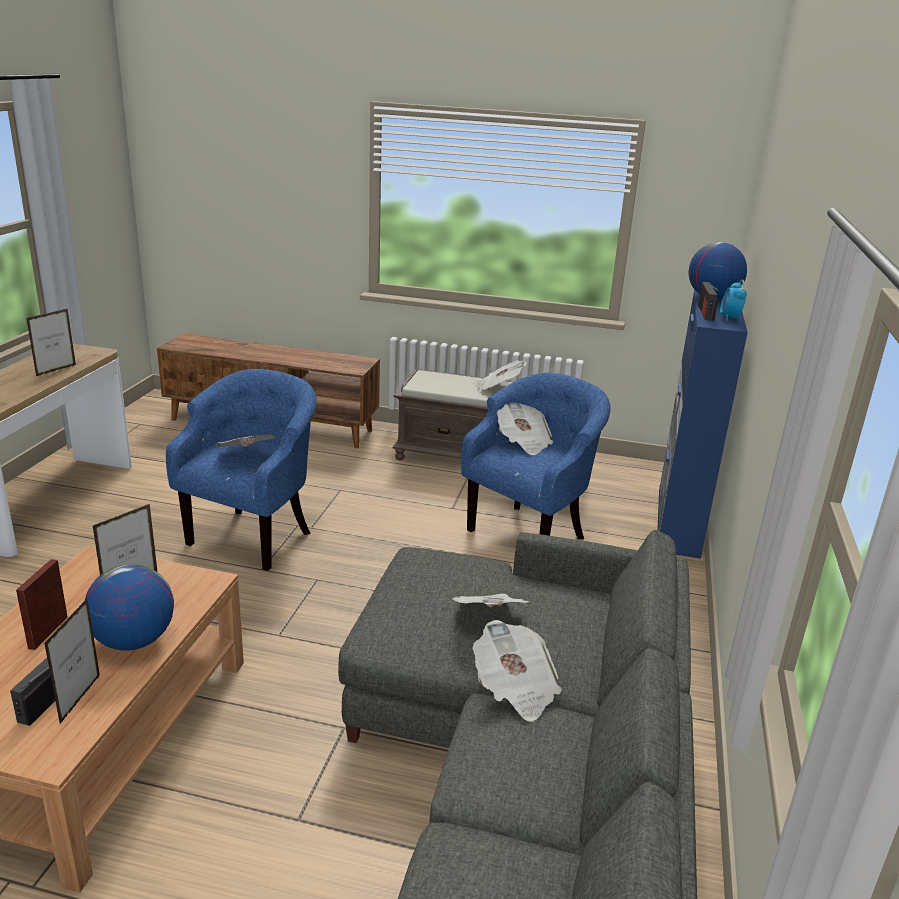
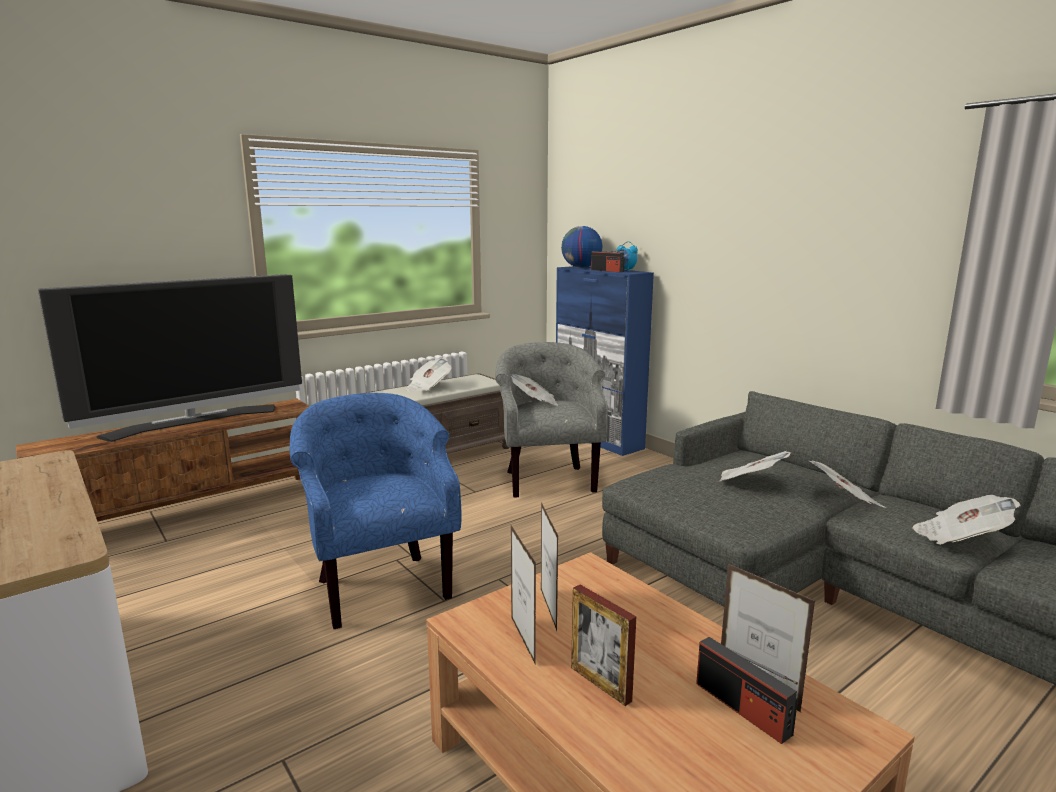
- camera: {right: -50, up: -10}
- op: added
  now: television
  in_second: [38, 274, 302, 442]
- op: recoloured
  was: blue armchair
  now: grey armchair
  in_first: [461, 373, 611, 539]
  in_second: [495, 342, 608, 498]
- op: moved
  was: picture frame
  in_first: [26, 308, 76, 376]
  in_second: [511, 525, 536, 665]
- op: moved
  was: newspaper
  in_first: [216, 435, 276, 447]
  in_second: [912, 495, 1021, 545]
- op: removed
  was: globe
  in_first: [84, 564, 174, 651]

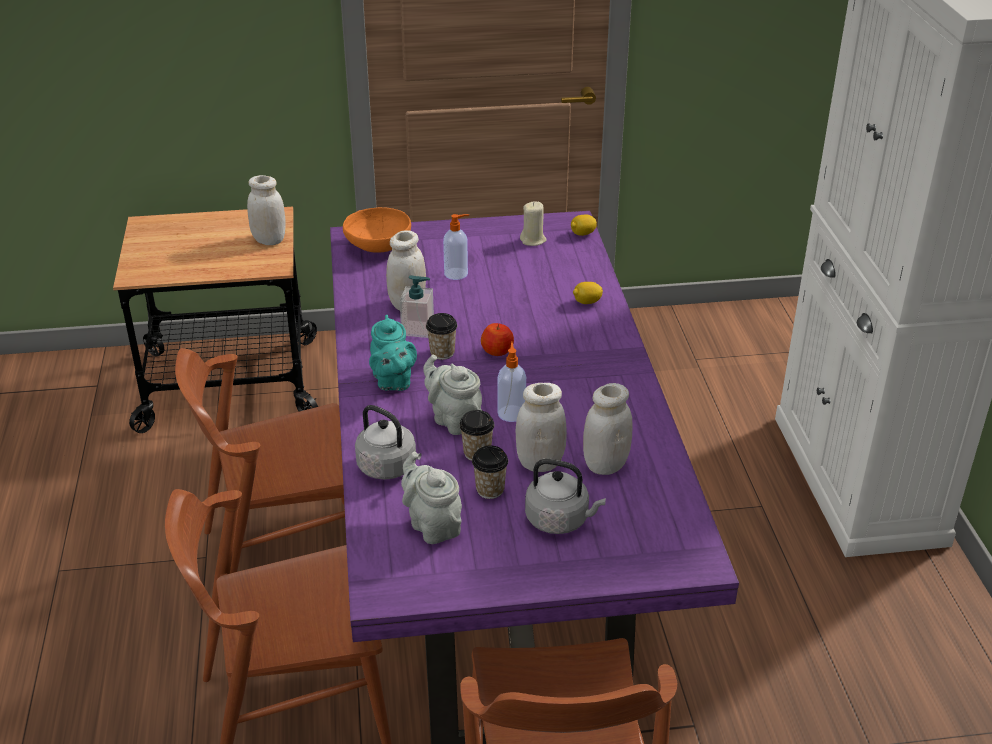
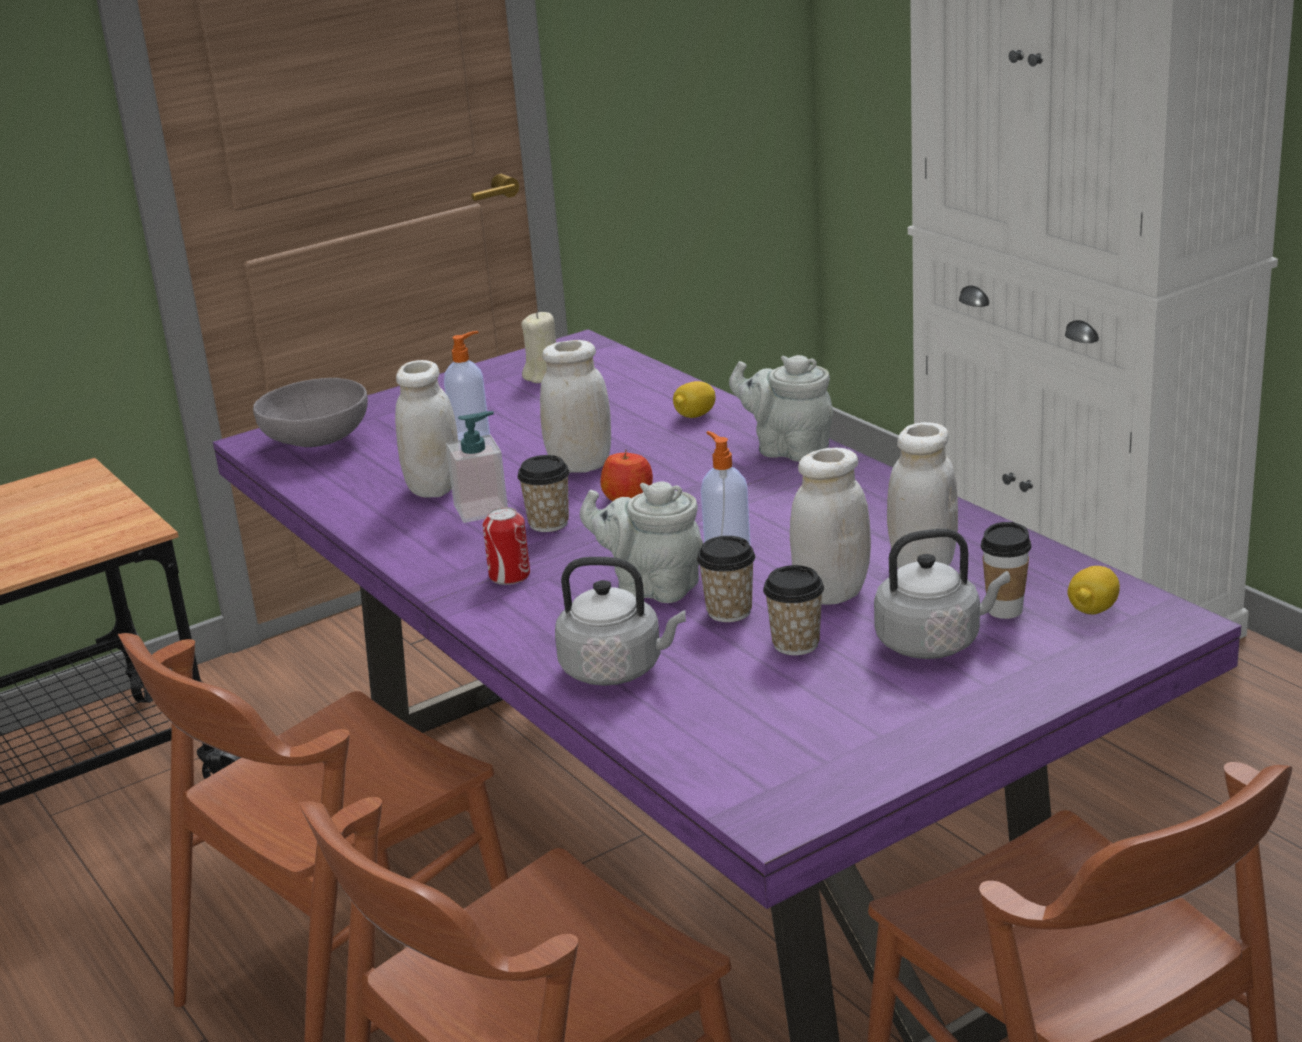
- camera: {right: -25, up: -10}
- op: recoloured
  was: orange bowl
  now: grey bowl
  in_first: [343, 207, 411, 253]
  in_second: [253, 378, 368, 447]
- op: replaced
  was: turquoise teapot
  now: can
  in_first: [369, 315, 417, 391]
  in_second: [483, 507, 530, 585]
- op: moved
  was: white jar
  in_first: [247, 175, 286, 245]
  in_second: [540, 340, 611, 473]
- op: moved
  was: grey teapot
  in_first: [401, 452, 462, 544]
  in_second: [729, 355, 833, 462]
- op: added
  now: cup
  in_second: [981, 522, 1031, 619]
- op: moved
  was: lemon
  in_first: [571, 214, 597, 236]
  in_second: [1067, 566, 1120, 614]

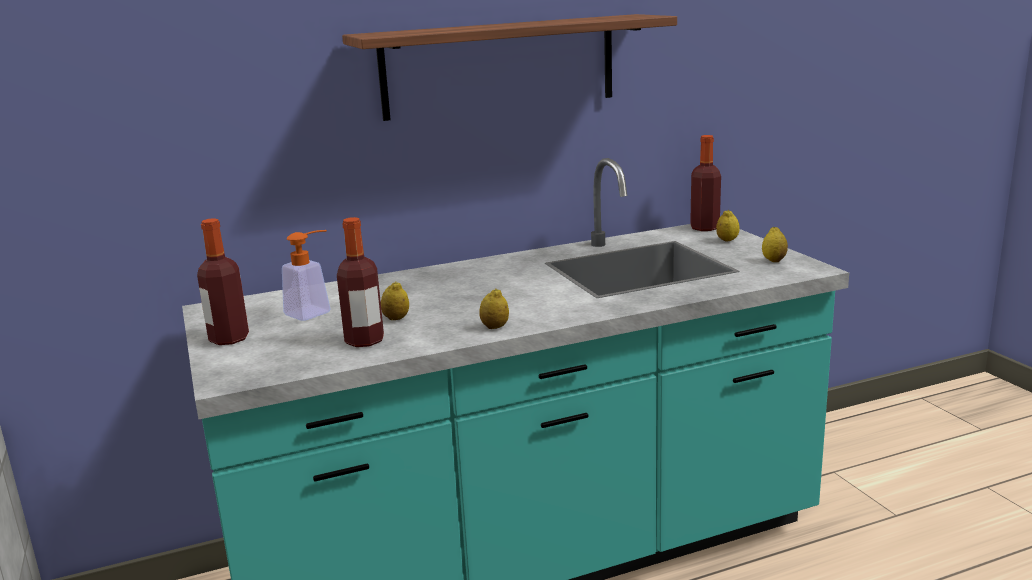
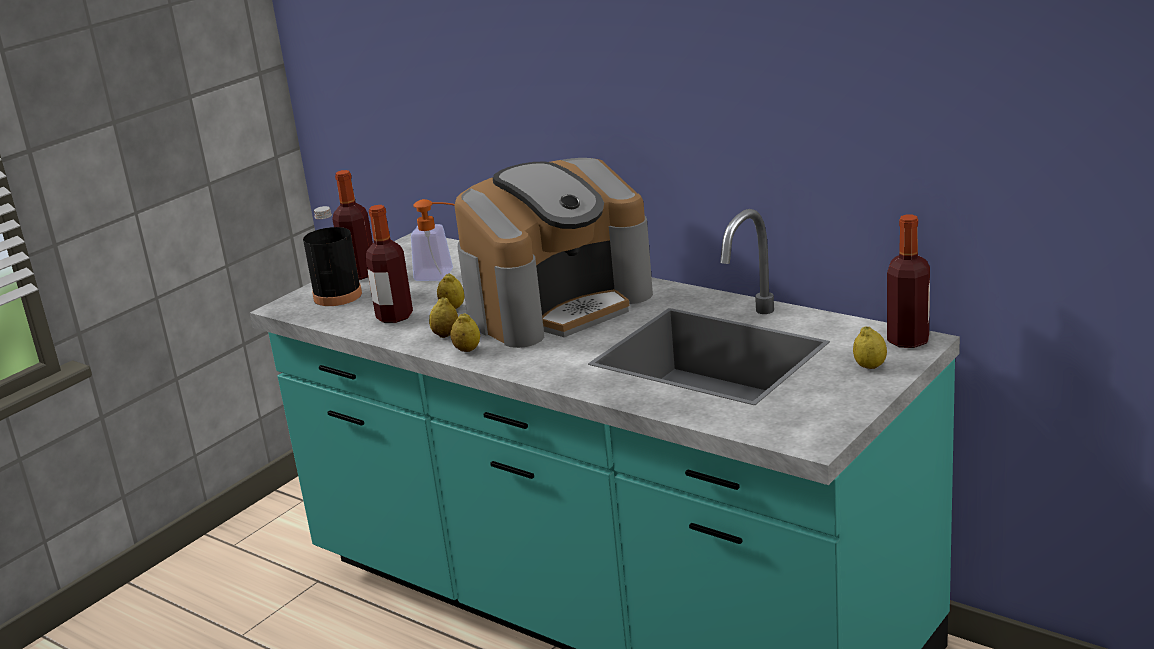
- camera: {right: 60, up: 5}
- op: added
  now: black bottle
  in_second: [303, 206, 362, 306]
- op: moved
  was: lemon
  in_first: [762, 227, 788, 262]
  in_second: [429, 297, 458, 338]
- op: added
  now: coffee machine
  in_second: [454, 158, 653, 348]
- op: removed
  was: shelf
  in_first: [342, 14, 677, 121]

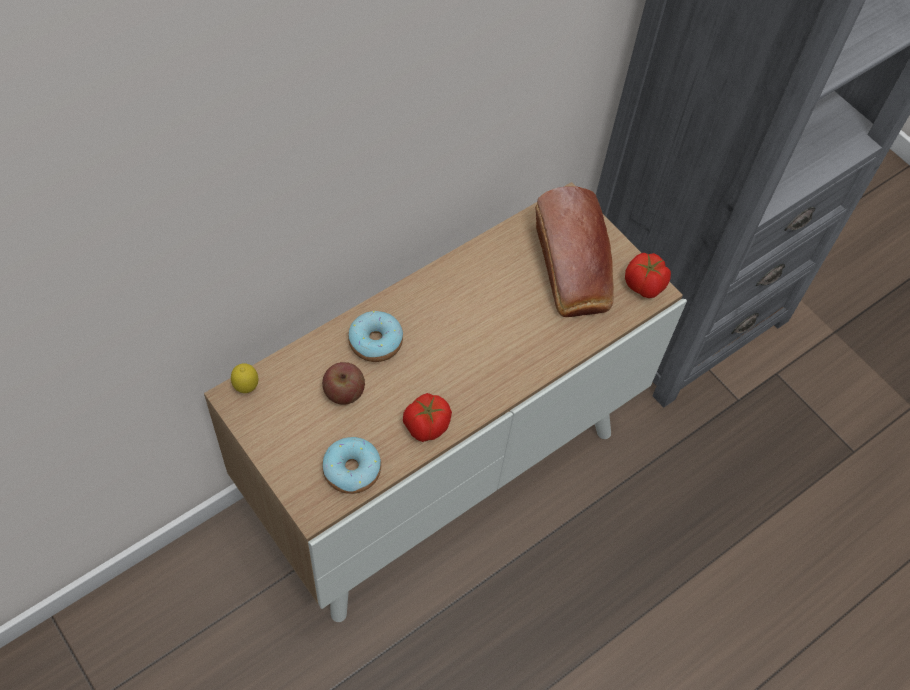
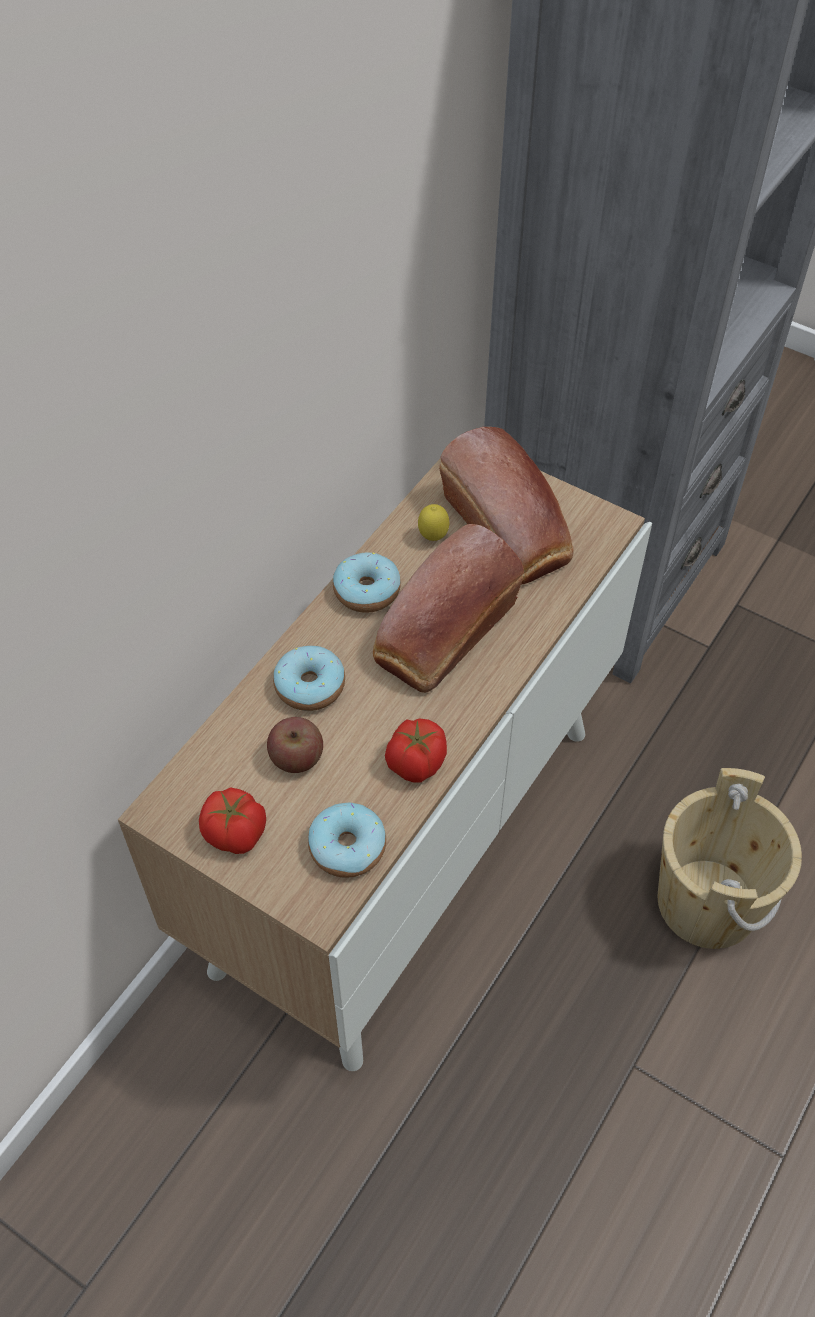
- camera: {right: -15, up: -5}
- op: moved
  was: tomato
  in_first: [625, 253, 671, 298]
  in_second: [199, 787, 266, 854]
- op: added
  now: donut
  in_second: [333, 553, 401, 613]
- op: added
  now: bread
  in_second: [373, 524, 524, 693]
- op: moved
  was: lemon
  in_first: [231, 363, 259, 393]
  in_second: [418, 504, 449, 541]
- op: added
  now: beige bucket
  in_second: [658, 768, 802, 949]

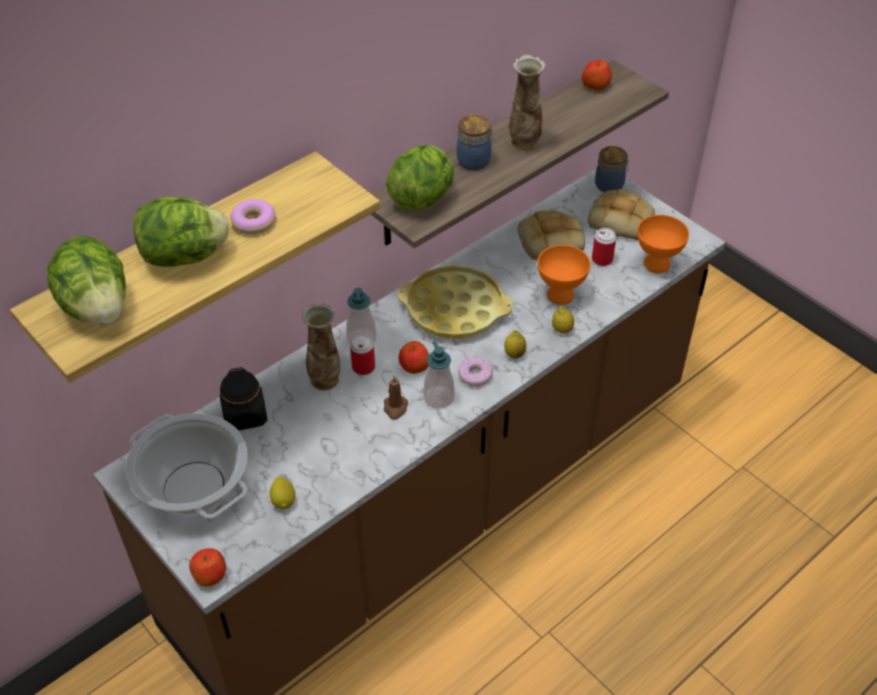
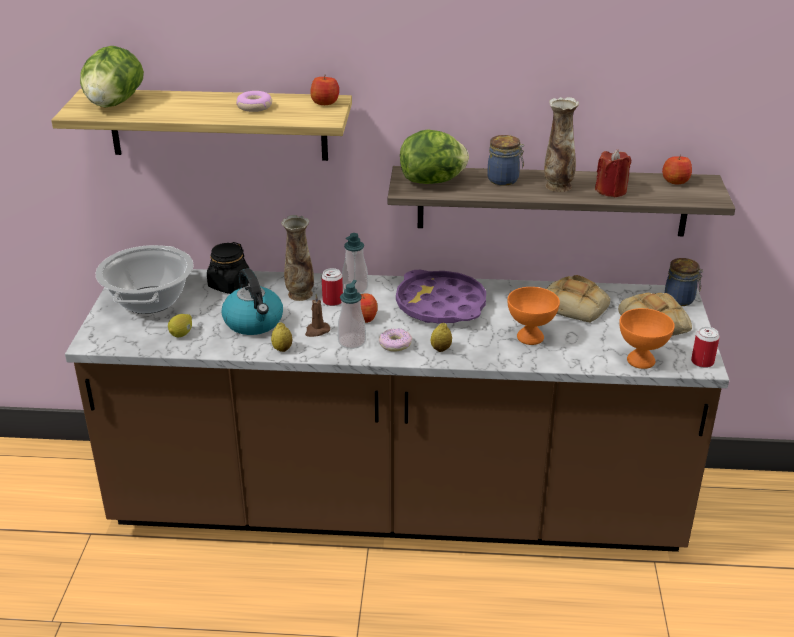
- camera: {right: 45, up: -15}
- op: added
  now: kettle
  in_second: [221, 268, 283, 335]
- op: moved
  was: lemon
  in_first: [552, 306, 574, 333]
  in_second: [271, 322, 292, 352]
- op: moved
  was: apple
  in_first: [189, 548, 226, 587]
  in_second: [310, 76, 339, 105]
- op: recoloured
  was: yellow tray
  now: purple tray
  in_first: [397, 265, 512, 339]
  in_second: [396, 270, 486, 323]
- op: added
  now: red candle
  in_second: [595, 149, 631, 197]
- op: moved
  was: can
  in_first: [592, 228, 616, 266]
  in_second: [691, 327, 720, 368]
- op: removed
  was: lettuce
  in_first: [133, 197, 229, 267]

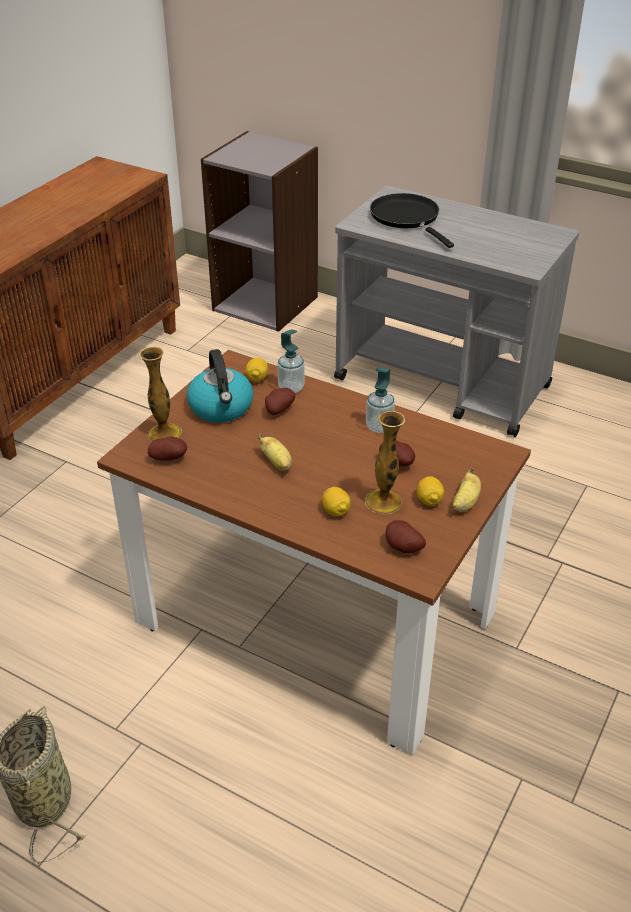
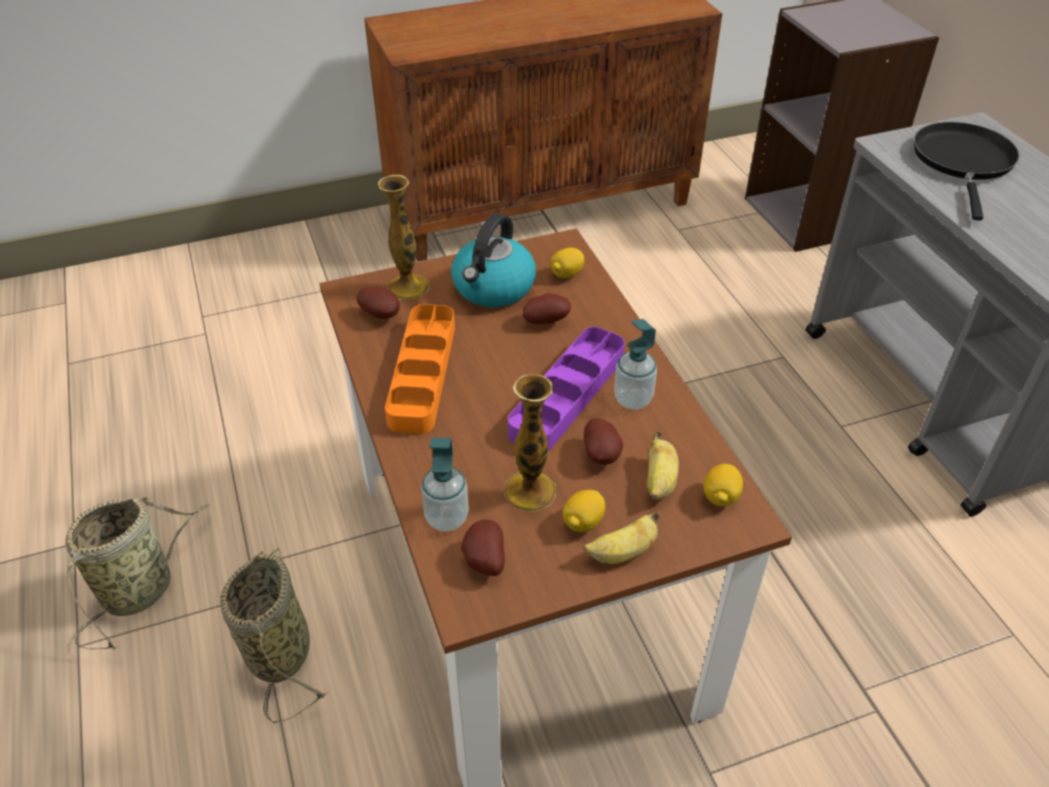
- camera: {right: 40, up: 5}
- op: added
  now: basket
  in_second: [220, 548, 328, 723]
- op: added
  now: orange tray
  in_second: [385, 304, 455, 434]
- op: moved
  was: soap dispenser
  in_first: [277, 329, 305, 393]
  in_second: [421, 438, 469, 532]
- op: added
  now: purple tray
  in_second: [508, 327, 625, 451]
- op: moved
  was: banana
  in_first: [258, 433, 292, 471]
  in_second: [647, 431, 679, 500]
- op: moved
  was: lemon
  in_first: [322, 487, 350, 516]
  in_second: [703, 464, 743, 507]

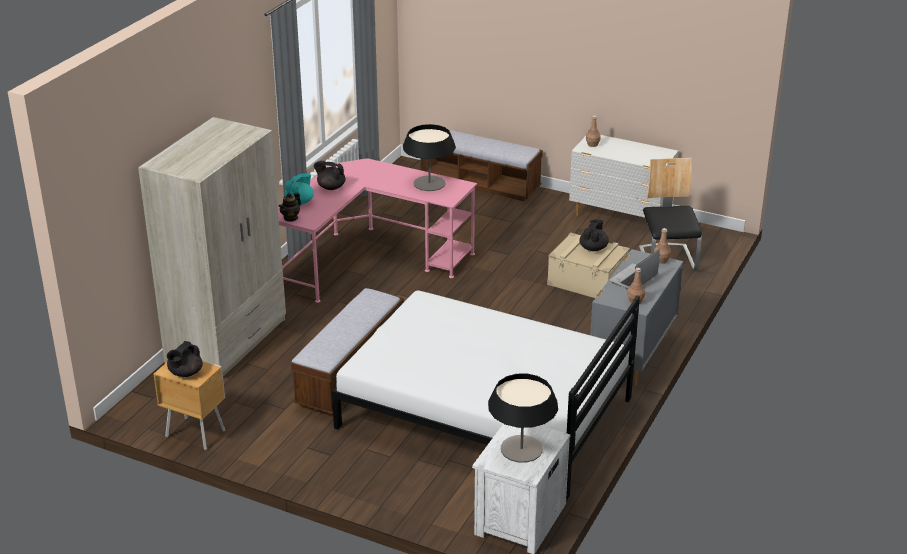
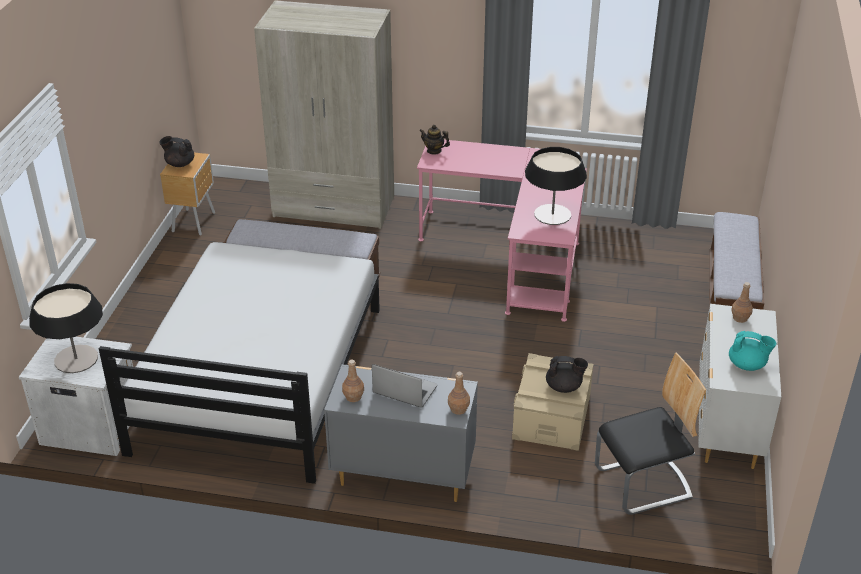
- camera: {right: 75, up: 5}
- op: moved
  was: turquoise teapot
  in_first: [284, 174, 314, 205]
  in_second: [729, 331, 776, 371]
- op: removed
  was: black teapot
  in_first: [314, 161, 345, 190]

